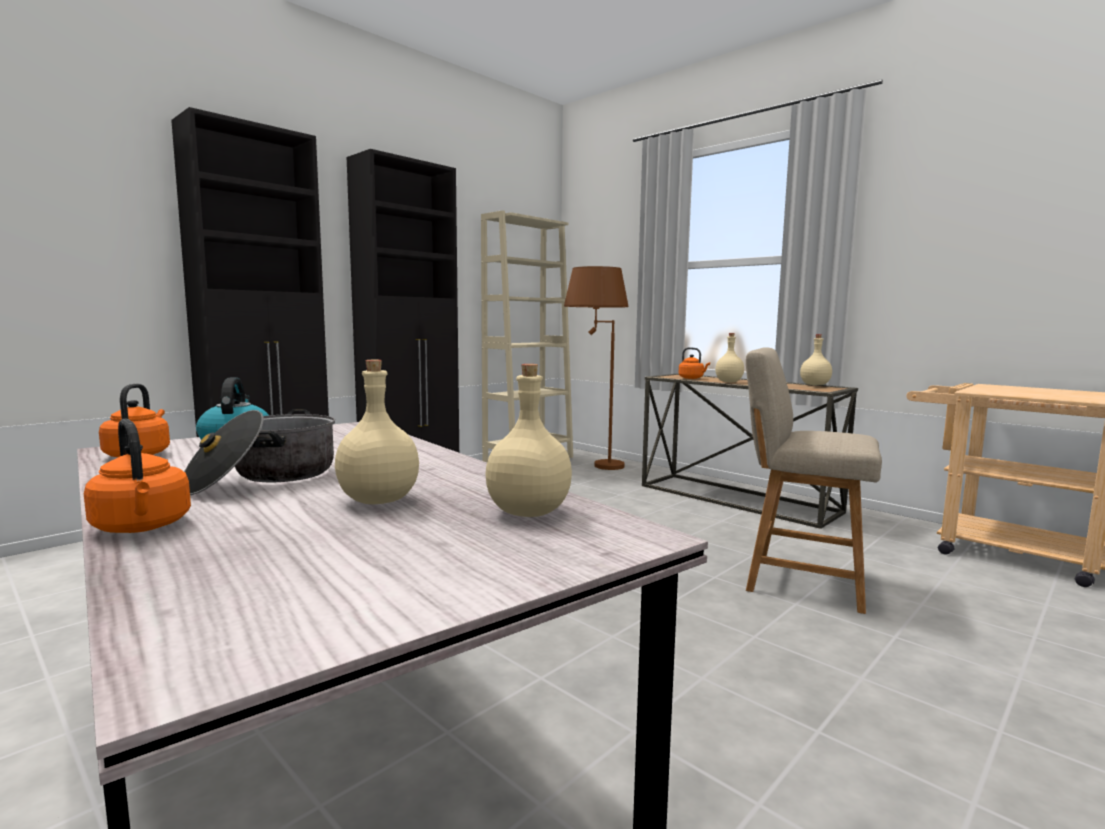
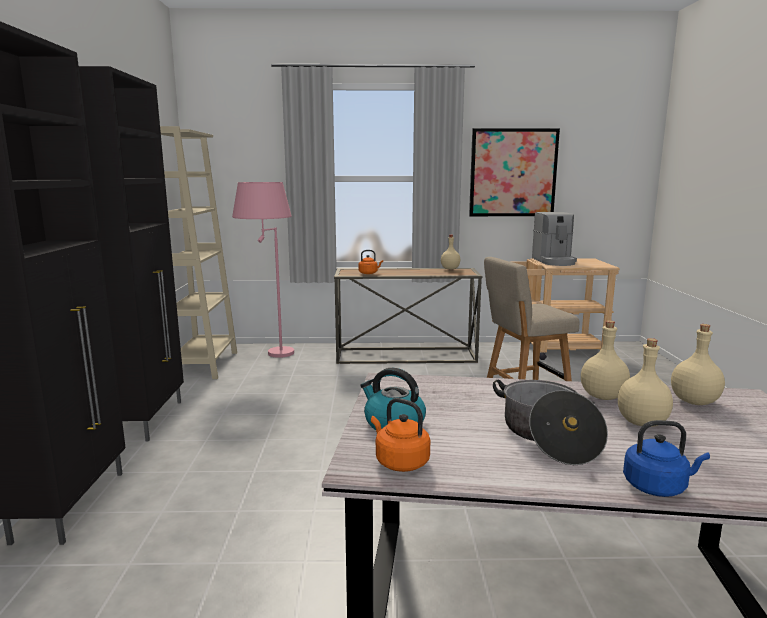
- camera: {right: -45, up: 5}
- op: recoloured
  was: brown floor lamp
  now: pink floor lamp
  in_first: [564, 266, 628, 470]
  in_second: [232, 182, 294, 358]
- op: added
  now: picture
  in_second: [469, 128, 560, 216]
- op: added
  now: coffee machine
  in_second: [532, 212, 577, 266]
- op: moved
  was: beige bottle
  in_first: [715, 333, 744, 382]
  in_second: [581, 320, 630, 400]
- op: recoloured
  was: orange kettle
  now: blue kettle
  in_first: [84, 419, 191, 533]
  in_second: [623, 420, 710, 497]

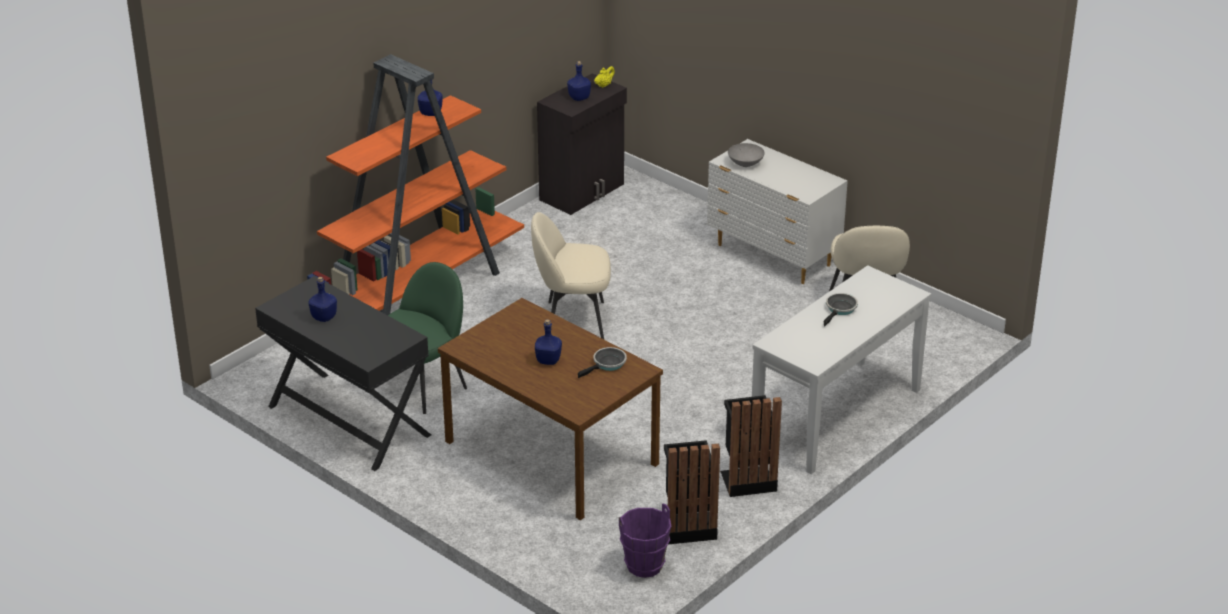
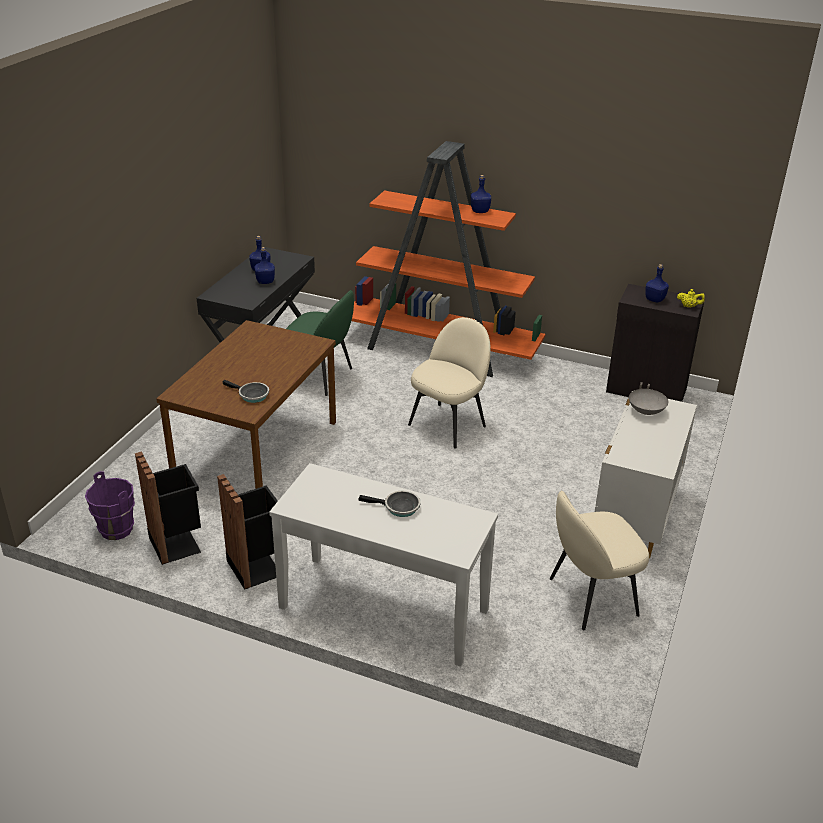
- camera: {right: 70, up: 0}
- op: moved
  was: blue bottle
  in_first: [535, 319, 562, 365]
  in_second: [255, 247, 275, 284]
- op: turned
  was: beige chair
  in_first: [531, 212, 611, 339]
  in_second: [408, 317, 491, 449]
  clockwise: 60

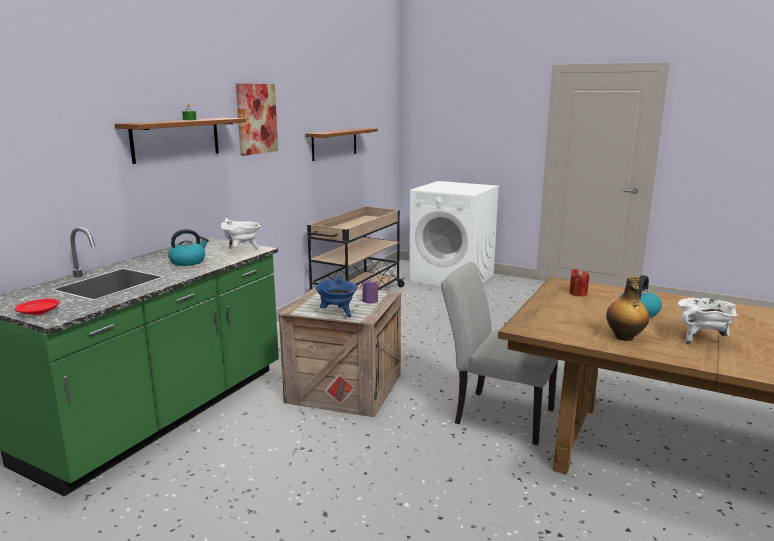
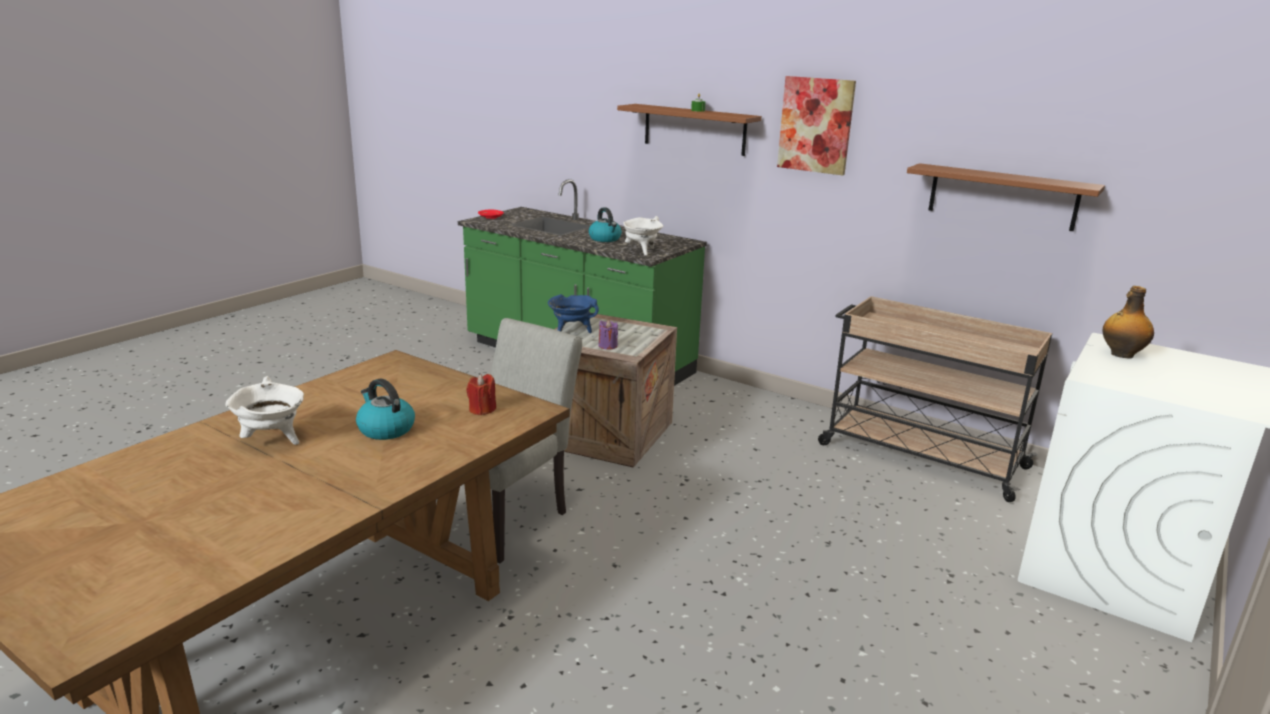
- camera: {right: 95, up: 5}
- op: moved
  was: bottle
  in_first: [606, 276, 649, 341]
  in_second: [1103, 286, 1154, 358]

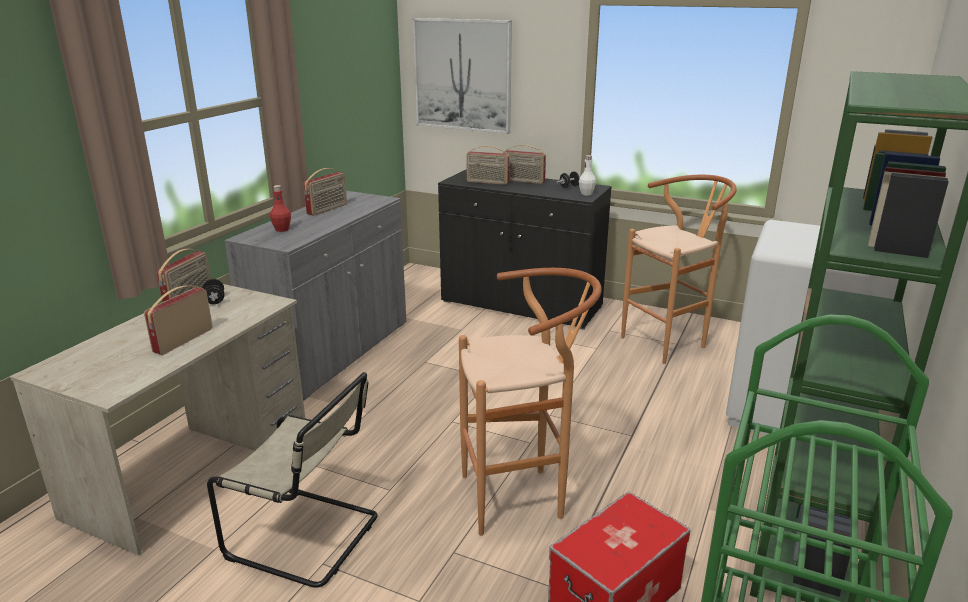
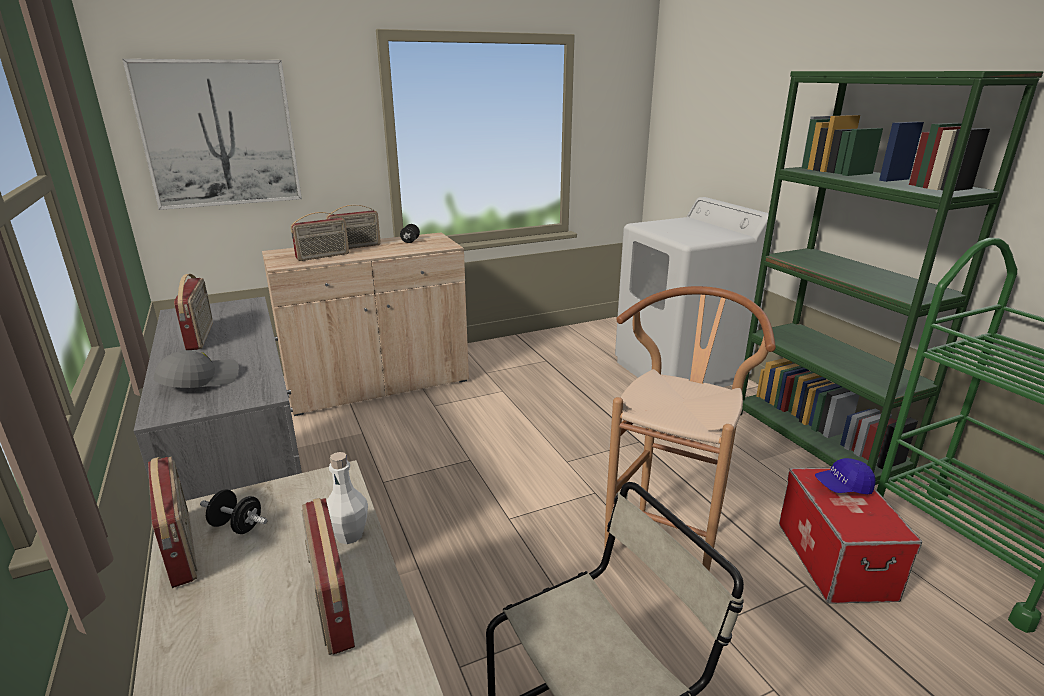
- camera: {right: -50, up: 0}
- op: replaced
  was: red bottle
  now: grey cap
  in_first: [270, 185, 291, 232]
  in_second: [153, 350, 239, 388]
- op: recoloured
  was: black cabinet
  now: beige cabinet
  in_first: [438, 169, 612, 330]
  in_second: [262, 232, 469, 416]
- op: moved
  was: white bottle
  in_first: [579, 155, 596, 196]
  in_second: [326, 452, 368, 544]
- op: added
  now: blue cap
  in_second: [815, 458, 876, 494]
- op: removed
  was: brown stool
  in_first: [621, 175, 737, 364]

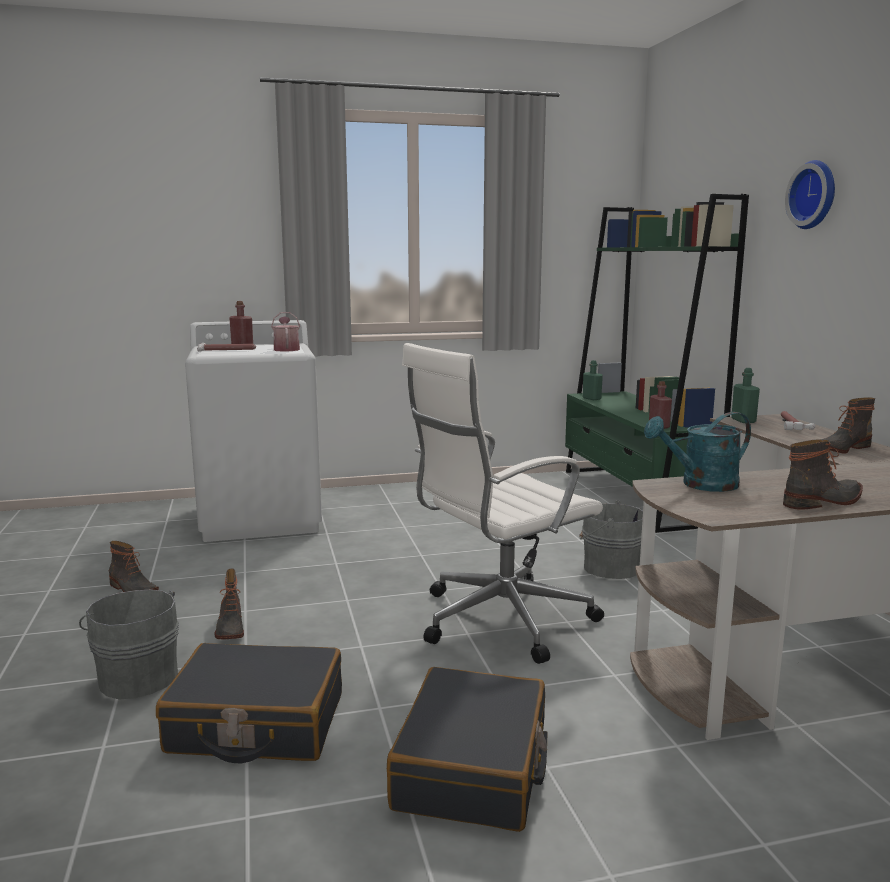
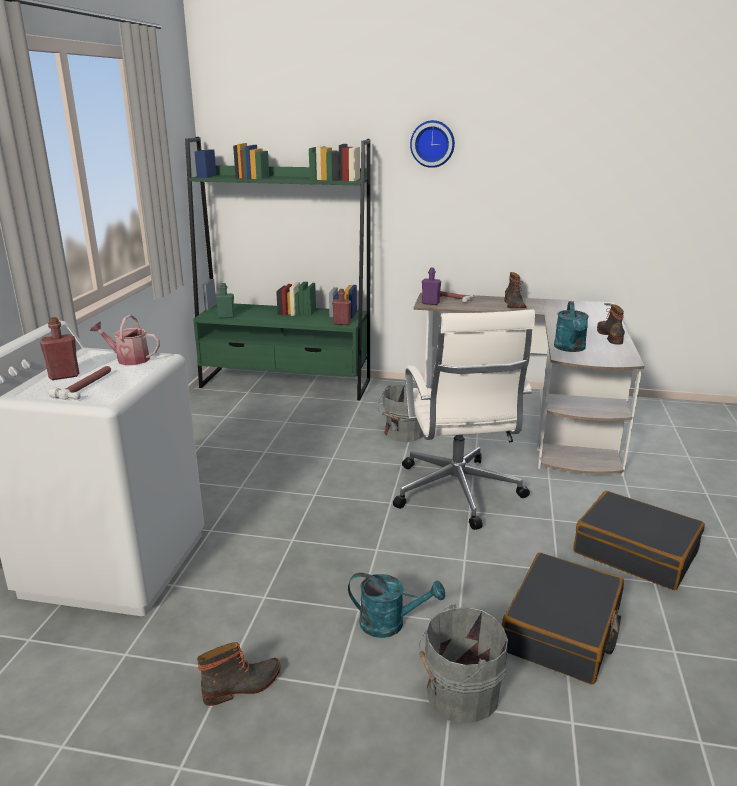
- camera: {right: -65, up: 10}
- op: replaced
  was: boot
  now: turquoise watering can
  in_first: [214, 569, 244, 639]
  in_second: [348, 573, 445, 638]
- op: recoloured
  was: green bottle
  now: purple bottle
  in_first: [731, 368, 760, 423]
  in_second: [422, 268, 441, 305]

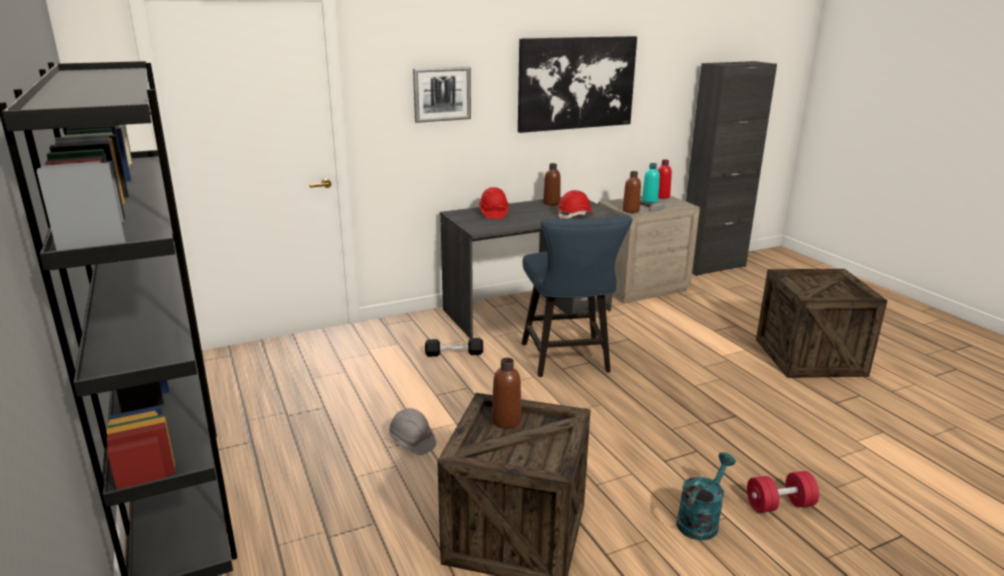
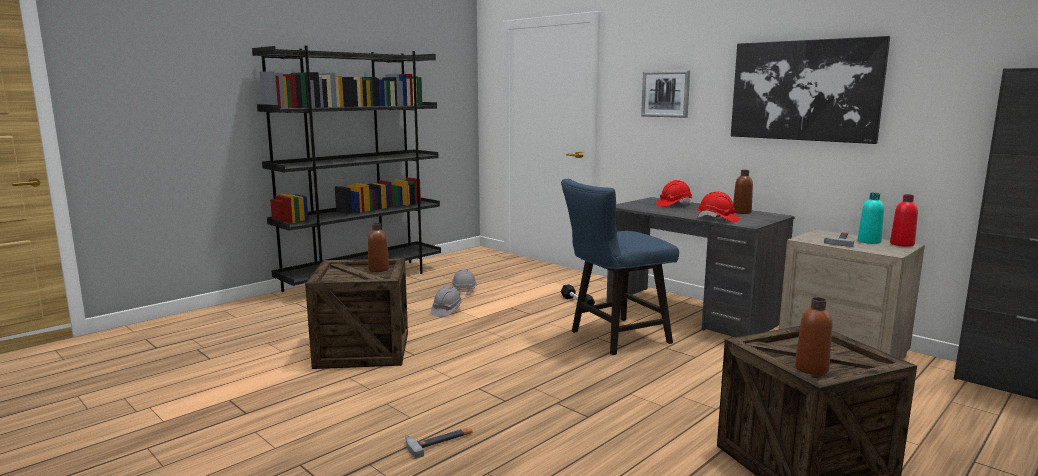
- camera: {right: 70, up: -10}
- op: replaced
  was: red dumbbell
  now: hammer
  in_first: [747, 471, 819, 513]
  in_second: [405, 427, 472, 459]
- op: added
  now: grey hard hat
  in_second: [451, 270, 477, 296]
- op: moved
  was: brown bottle
  in_first: [622, 171, 641, 213]
  in_second: [795, 297, 832, 375]
- op: removed
  was: turquoise watering can
  in_first: [676, 452, 736, 540]

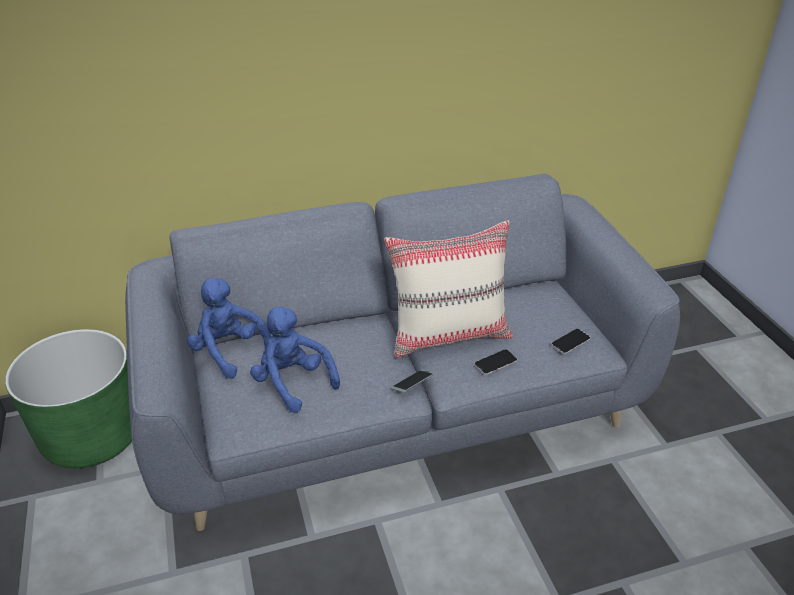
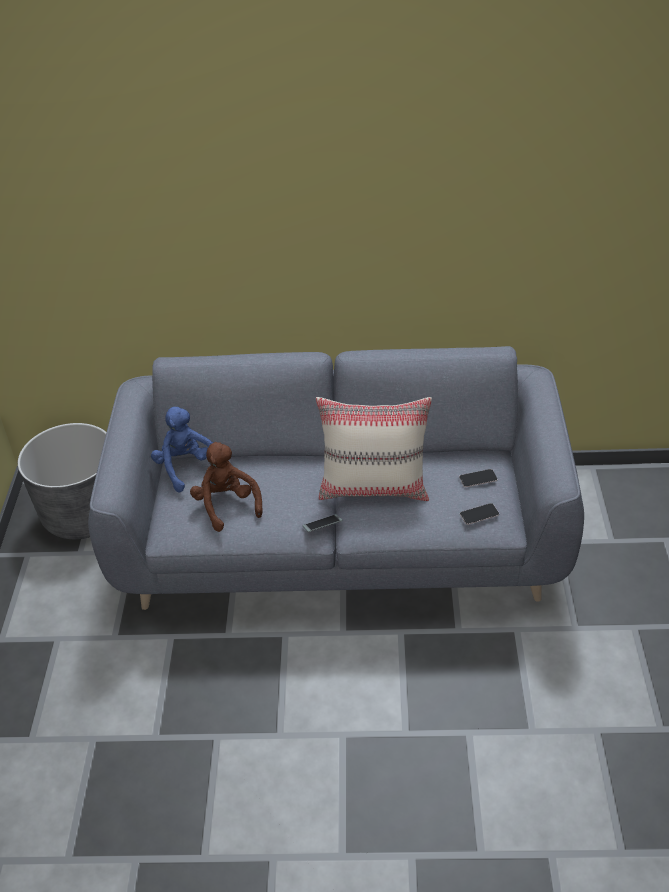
- camera: {right: 20, up: 5}
- op: recoloured
  was: green planter
  now: grey planter
  in_first: [5, 329, 132, 468]
  in_second: [18, 423, 106, 539]
- op: recoloured
  was: blue plush toy
  now: brown plush toy
  in_first: [250, 307, 340, 413]
  in_second: [190, 442, 263, 532]
- op: moved
  was: phone
  in_first: [475, 349, 517, 375]
  in_second: [459, 469, 497, 487]

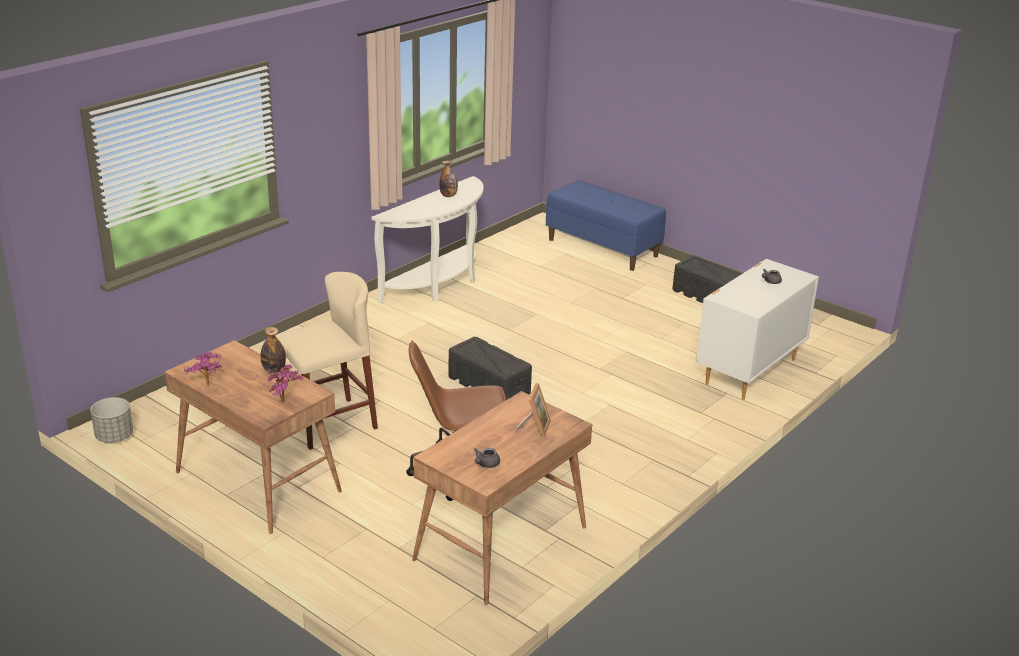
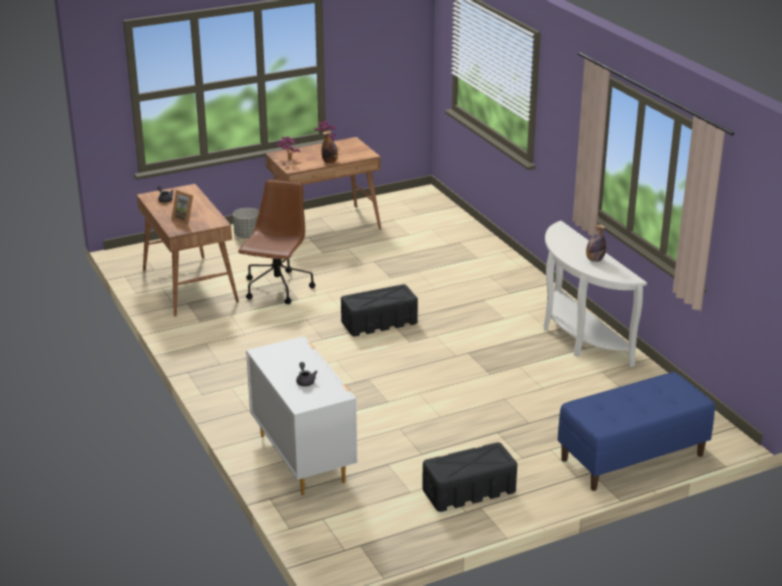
- camera: {right: 115, up: 0}
- op: moved
  was: grey planter
  in_first: [90, 397, 133, 443]
  in_second: [233, 208, 259, 238]
- op: removed
  was: beige stool
  in_first: [275, 272, 378, 450]

